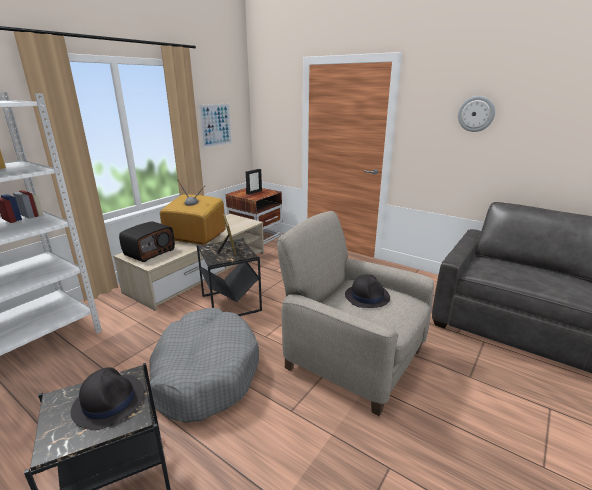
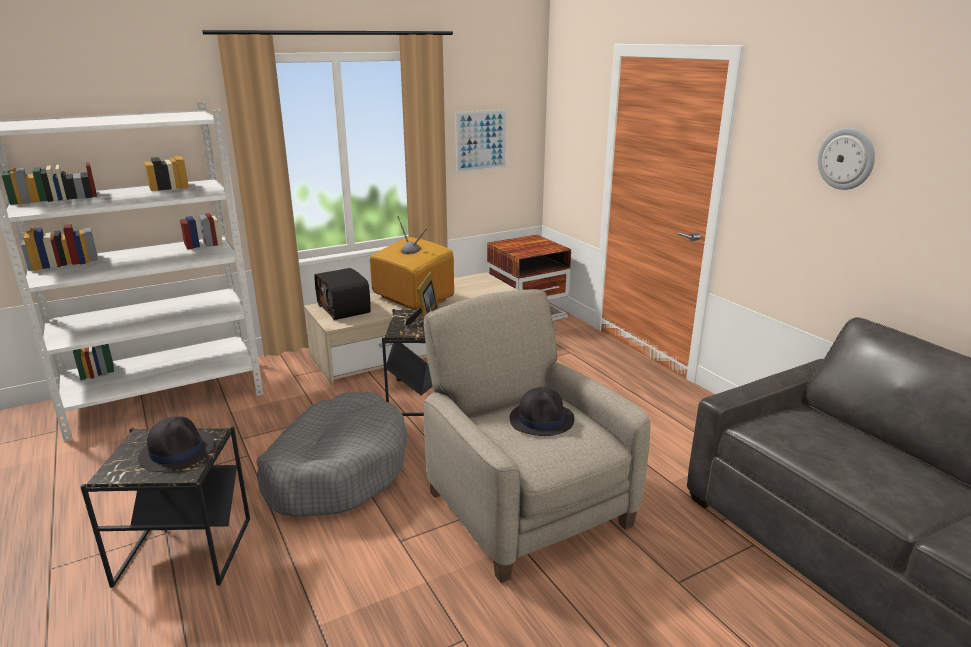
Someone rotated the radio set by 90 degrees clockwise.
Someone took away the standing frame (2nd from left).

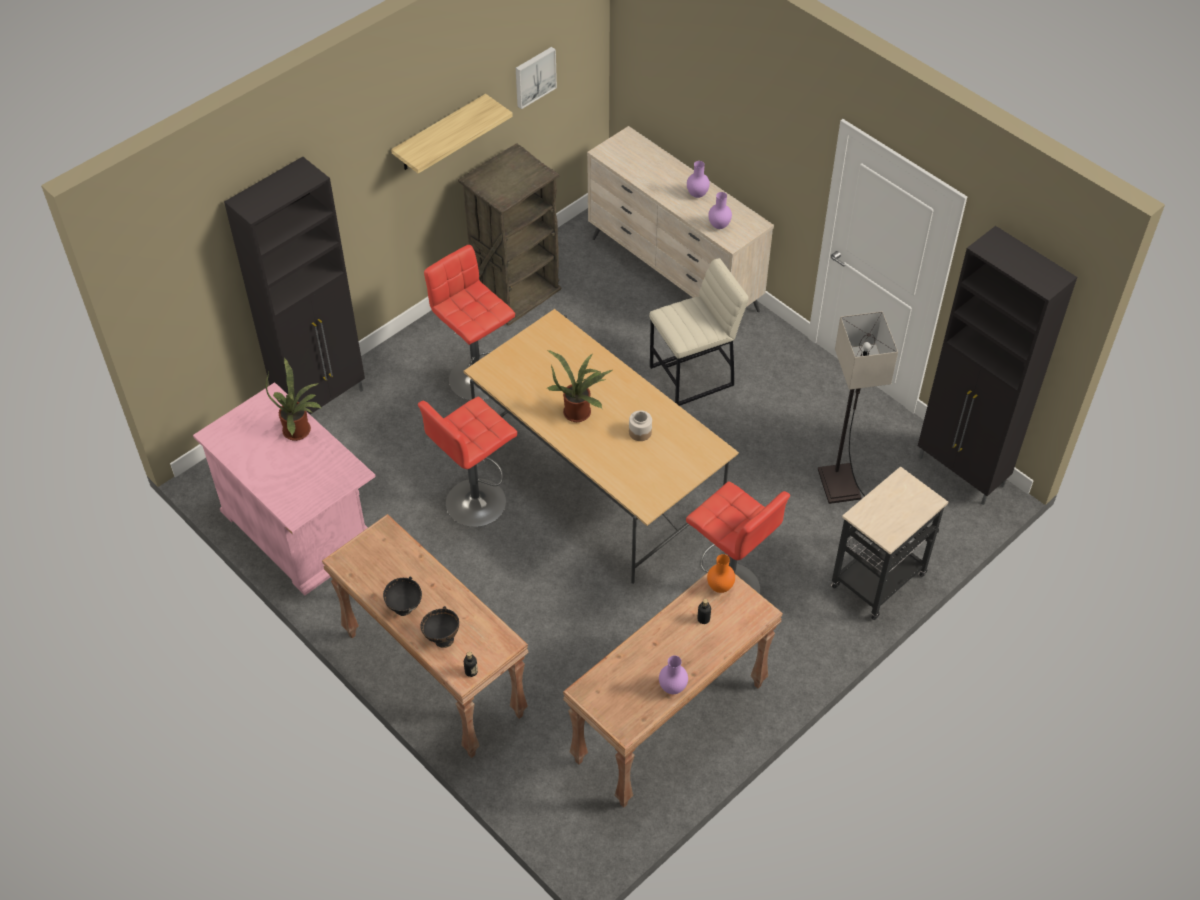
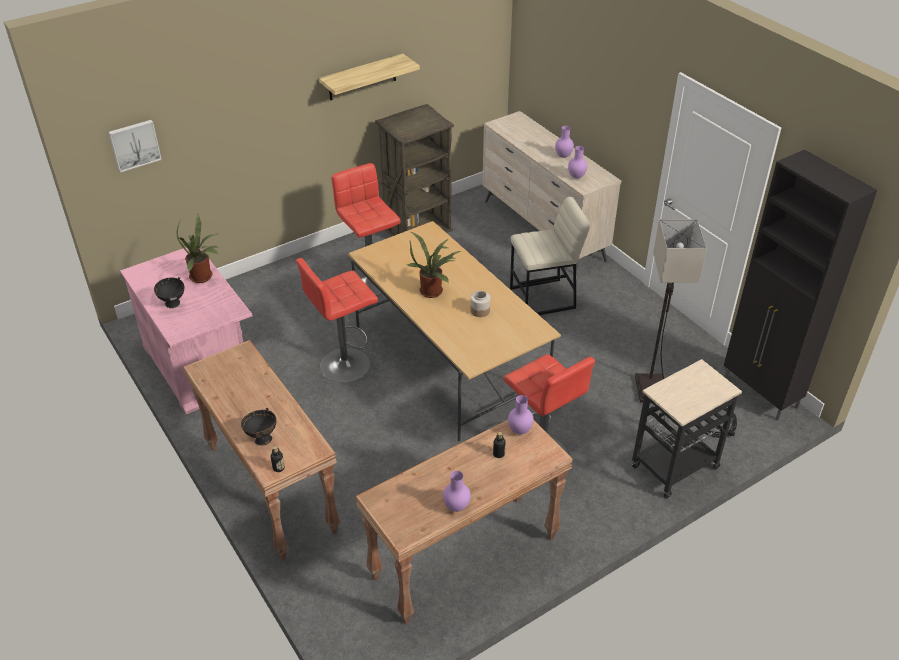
Someone carried the picture.
Someone carried the bowl (black-coloured) (1st from left).
Someone repainted the flower vase (orange), which became the flower vase (purple-coloured) (2nd from left).
Someone took away the storage cabinet (black-coloured) (1st from left).

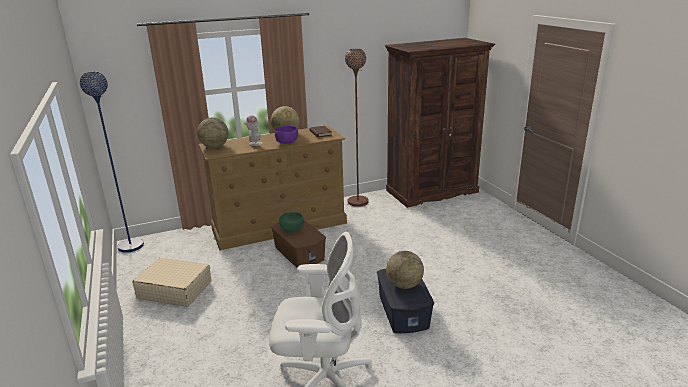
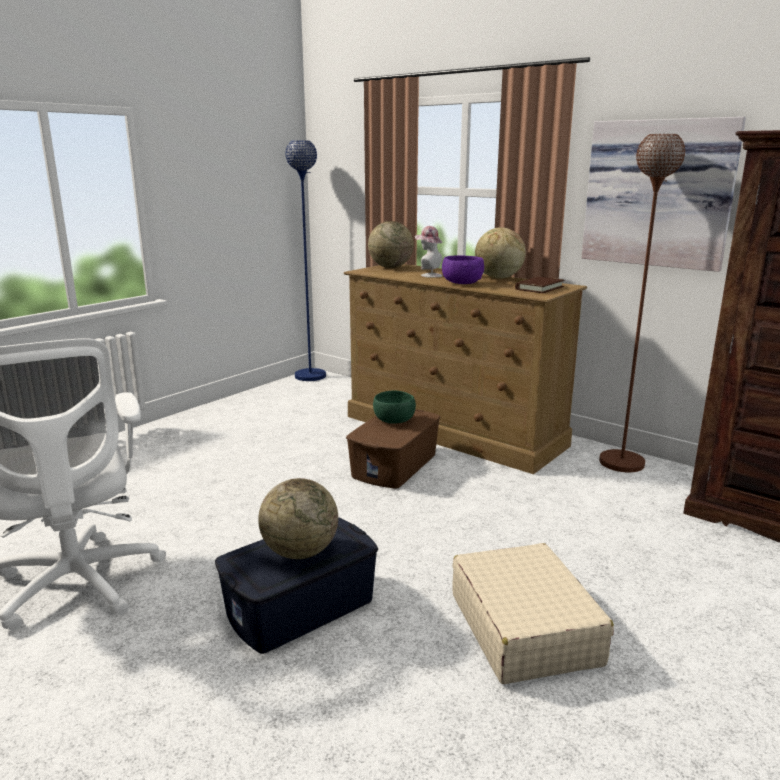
Someone carried the piece of luggage (beige).
Someone put up the picture.

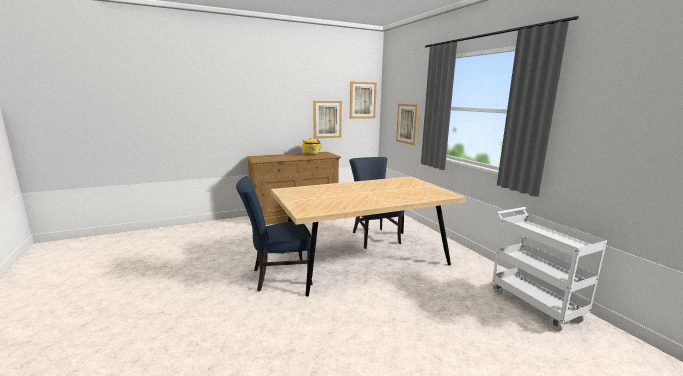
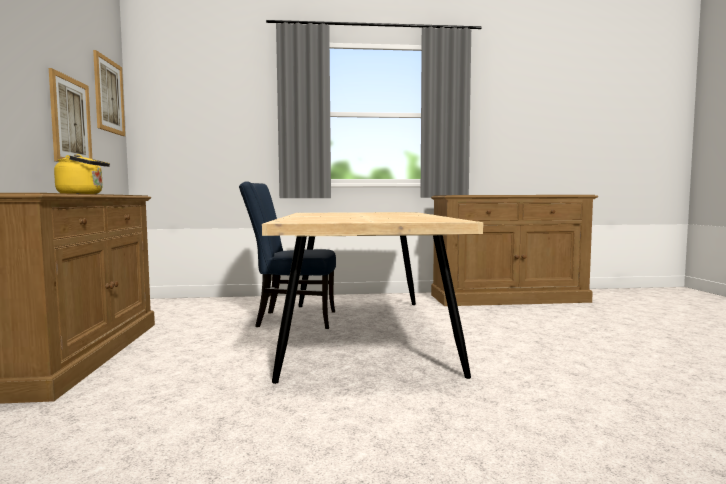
Someone swapped the trolley (white-coloured) for the storage cabinet (brown-coloured) (2nd from left).
Someone took away the plain chair (bluish) (1st from left).
Someone took away the picture (3rd from left).

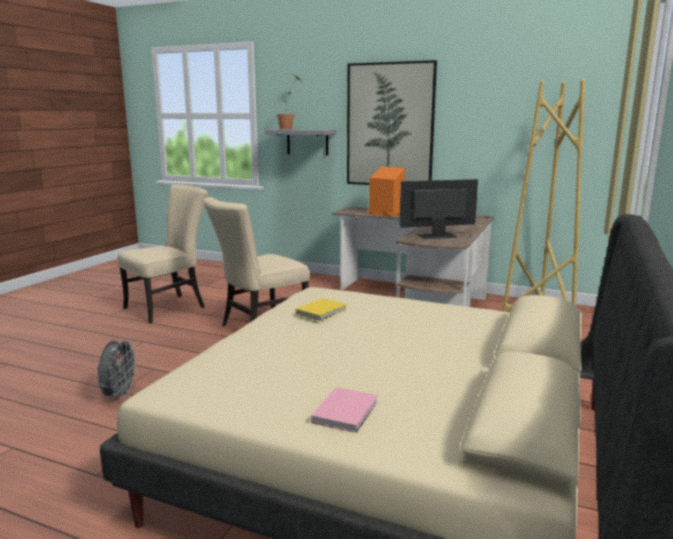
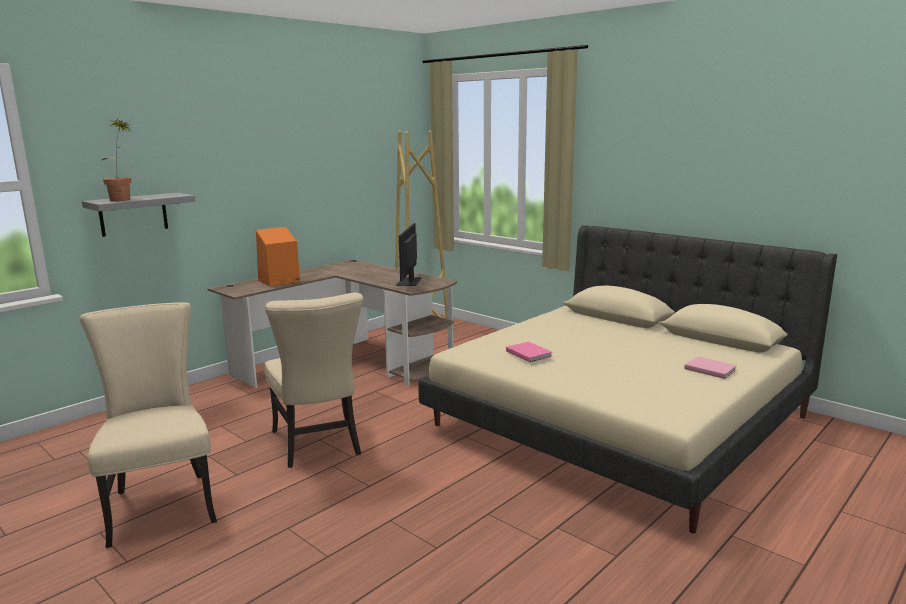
Someone repainted the book (yellow-coloured), which became the book (pink-coloured) (1st from left).
Someone took away the fan (gray).
Someone took away the picture.

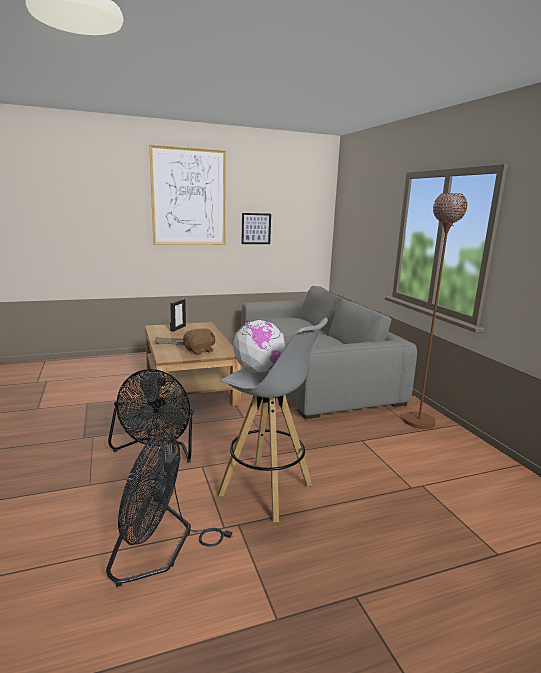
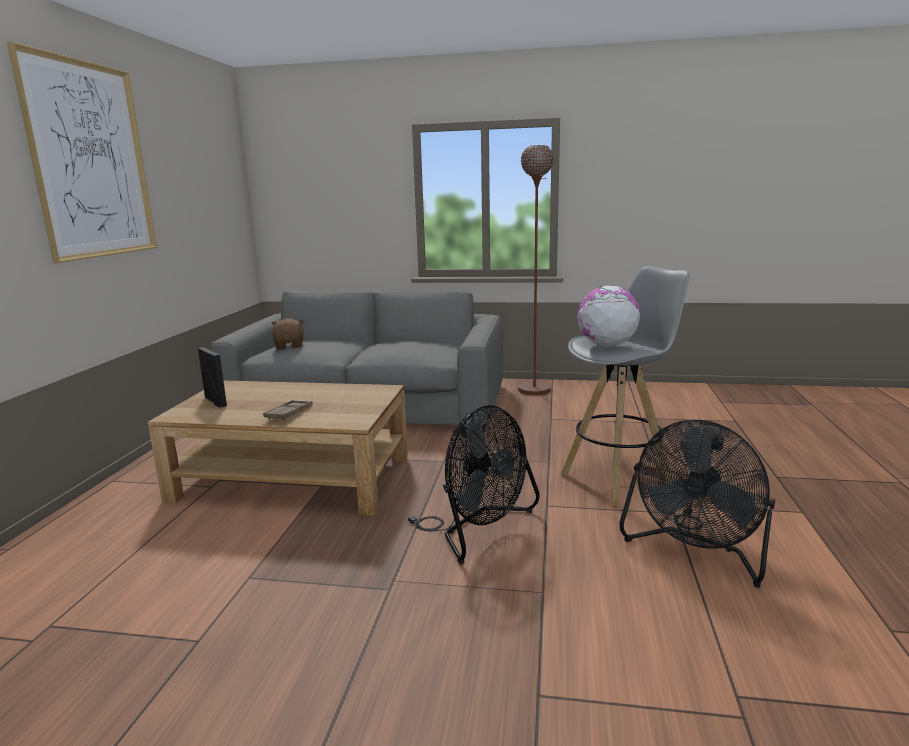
Someone carried the cuddly toy (brown-coloured).
Someone took away the picture (2nd from left).

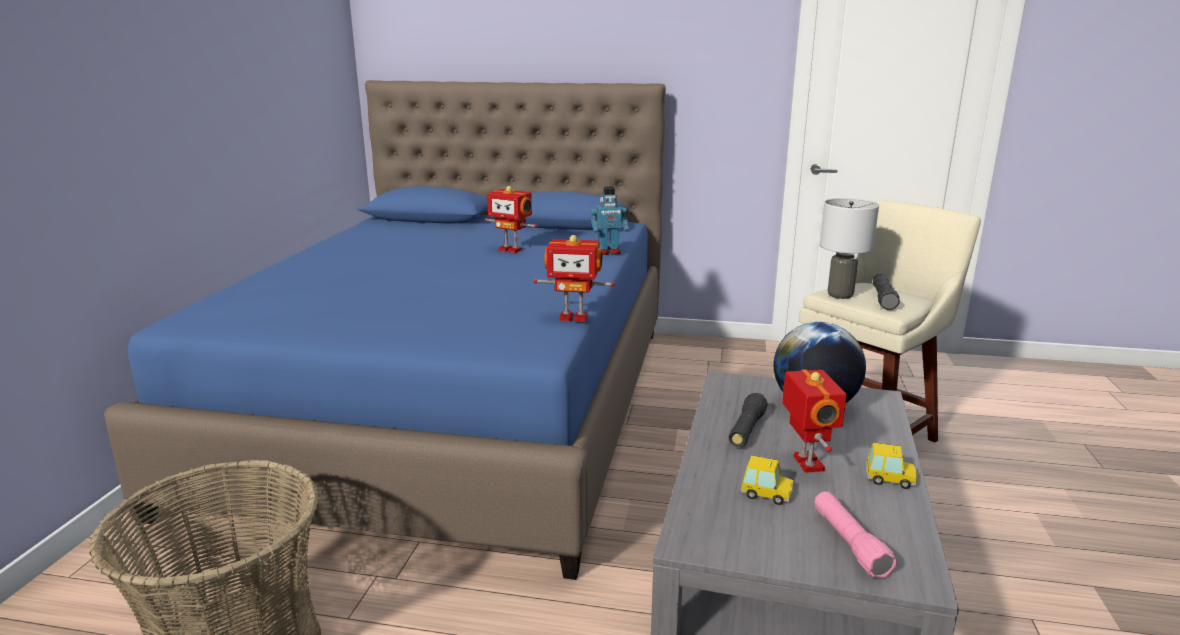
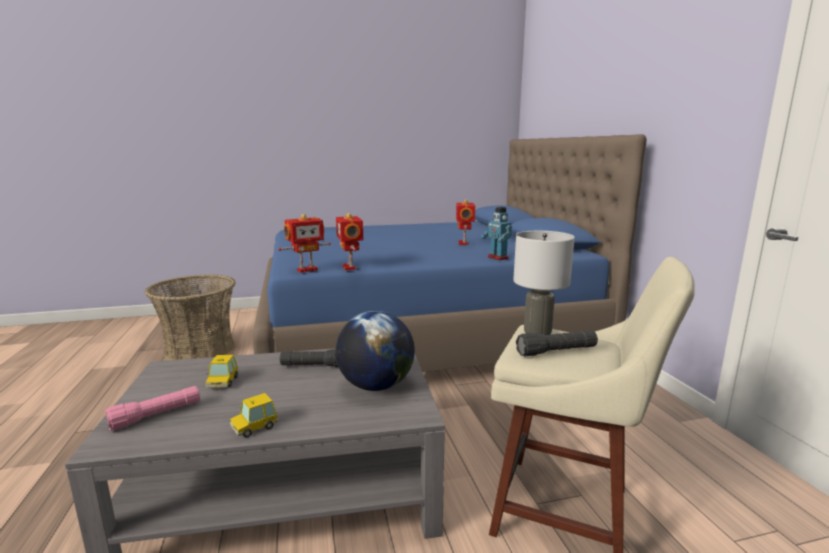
Someone rotated the toy car (2nd from left) by 60 degrees clockwise.
Someone carried the toy robot (4th from left in the first image).

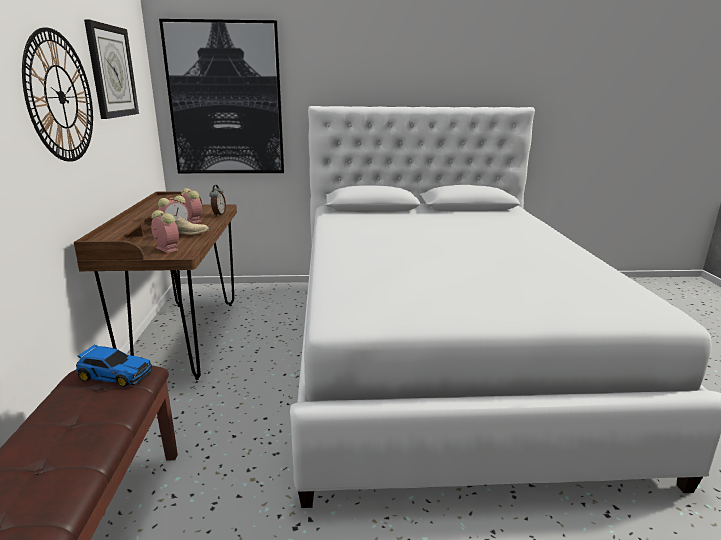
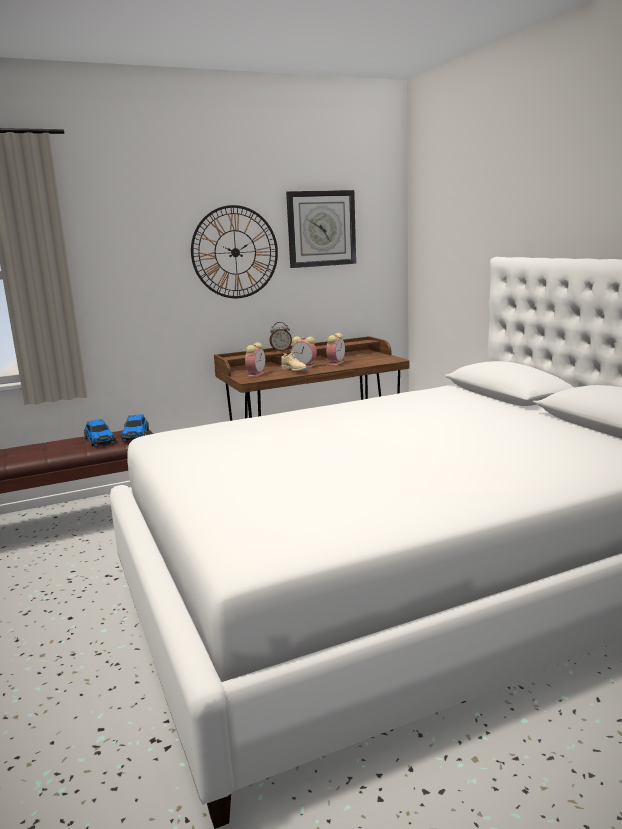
Someone put down the toy car (1st from left).
Someone carried the table clock (4th from left in the first image).
Someone took away the picture.

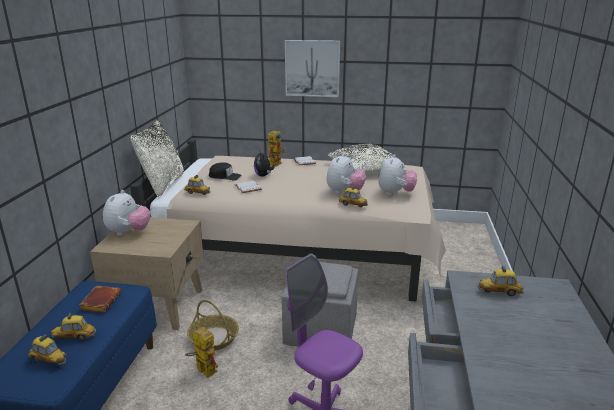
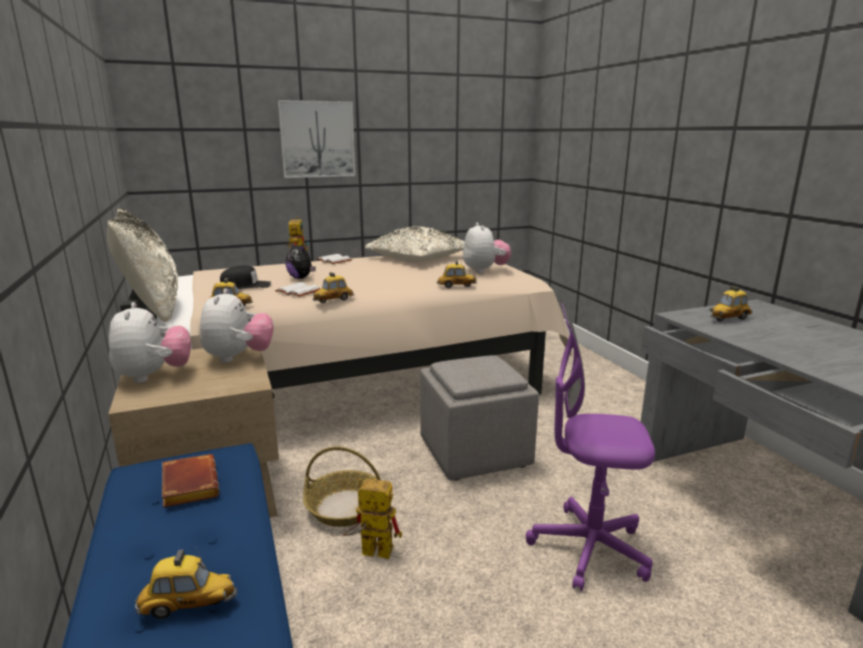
Someone carried the cuddly toy (3rd from left in the first image).
Someone carried the toy car (2nd from left in the first image).

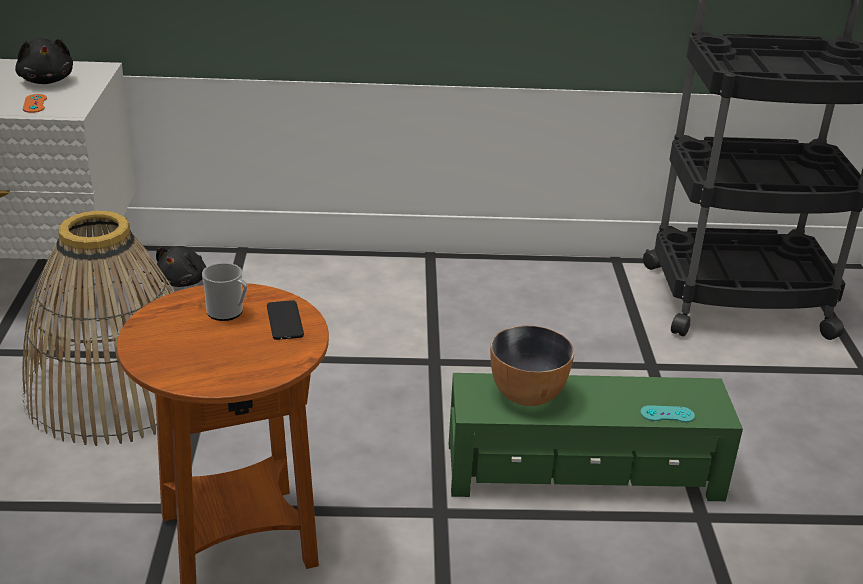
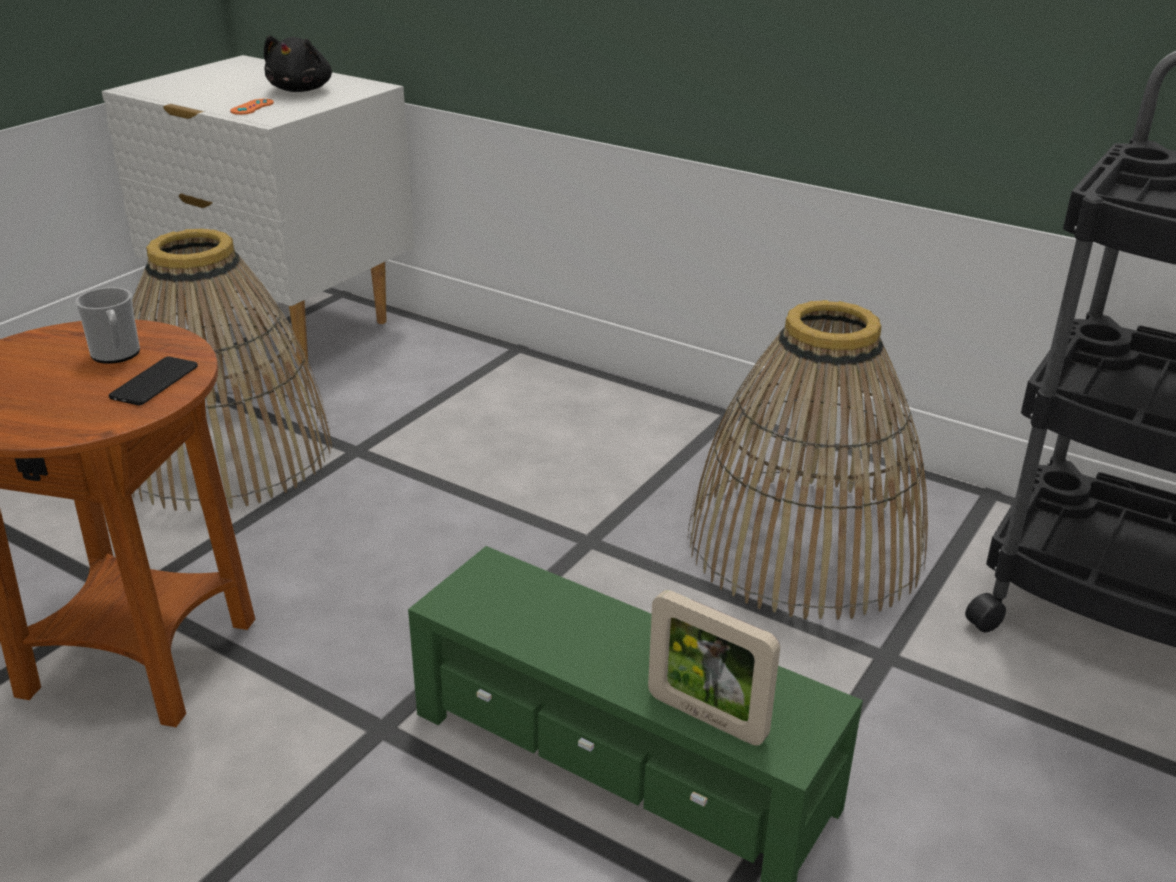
Someone swapped the joypad (blue-green) for the standing frame.
Someone put down the basket (2nd from left).
Someone took away the cuddly toy (black-coloured) (2nd from left).
Someone took away the bowl.

